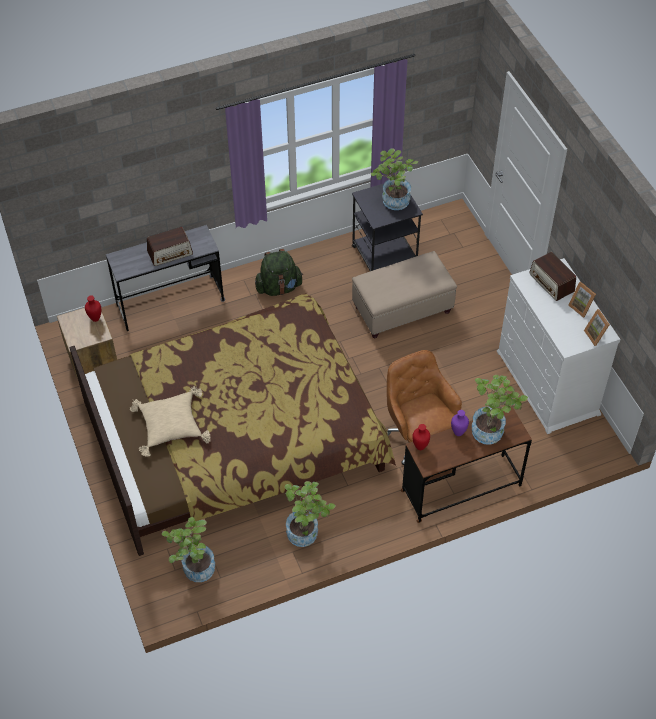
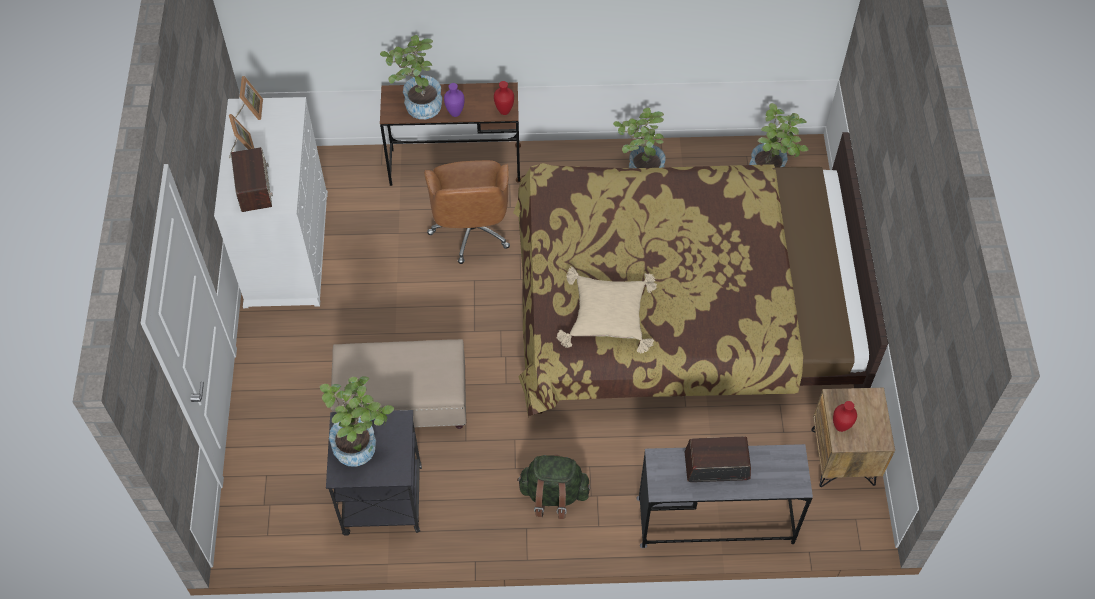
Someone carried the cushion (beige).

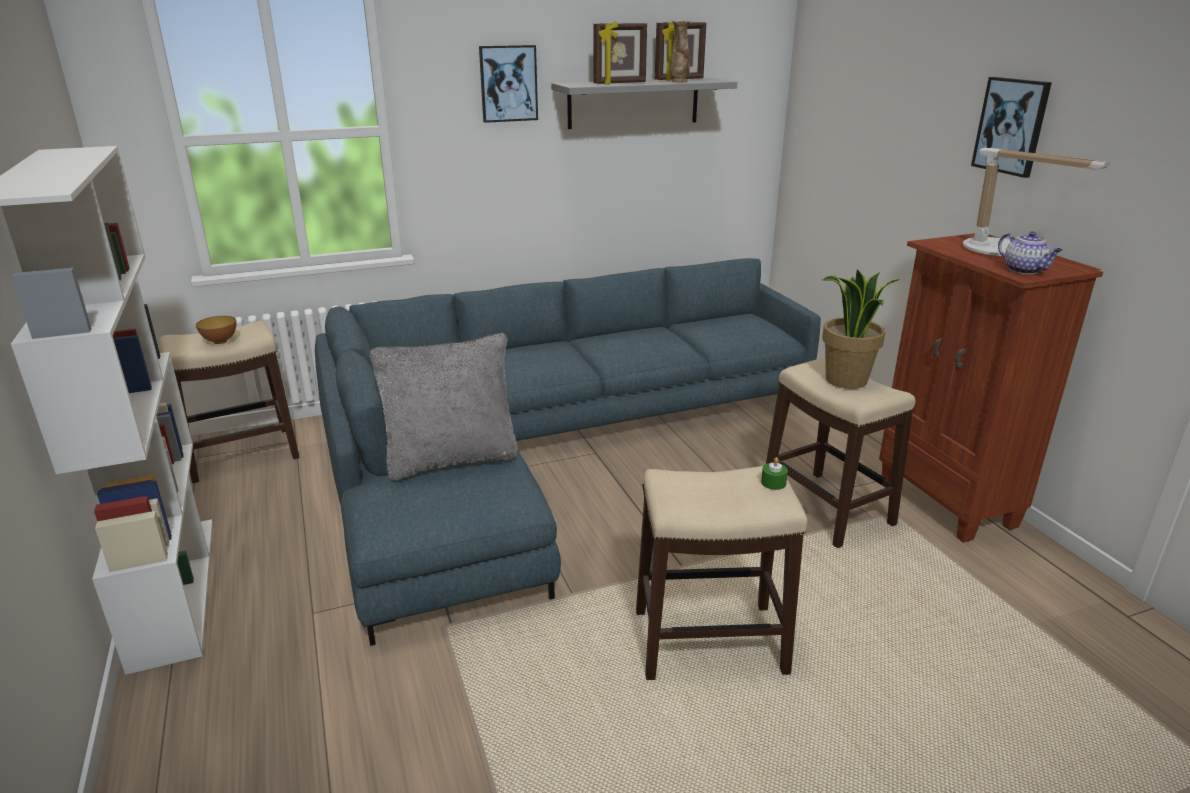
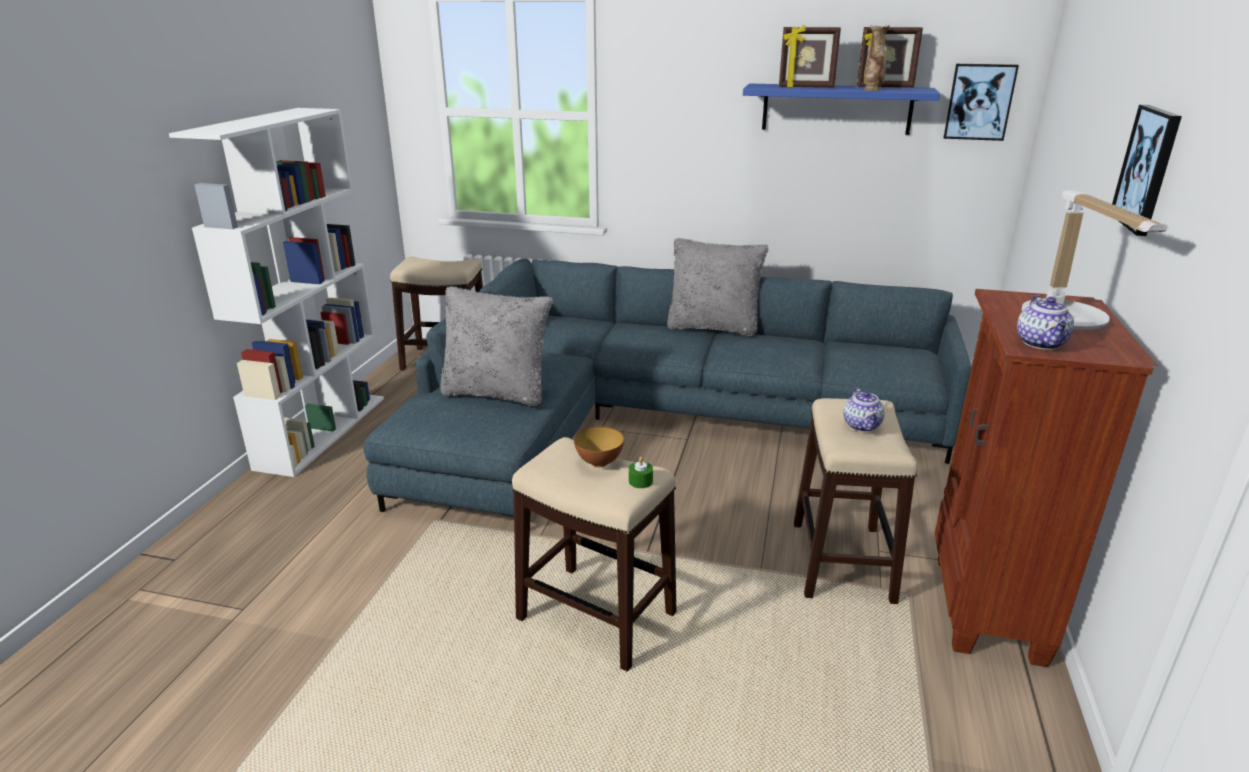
Someone carried the bowl.
Someone put down the cushion (gray) (2nd from left).
Someone repainted the shelf (gray), which became the shelf (bluish).
Someone swapped the potted plant for the pot for tea (1st from left).
Someone carried the picture (1st from left).

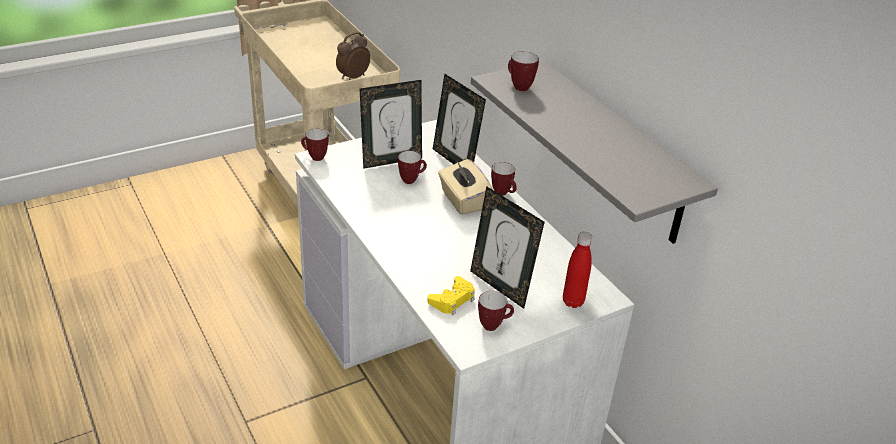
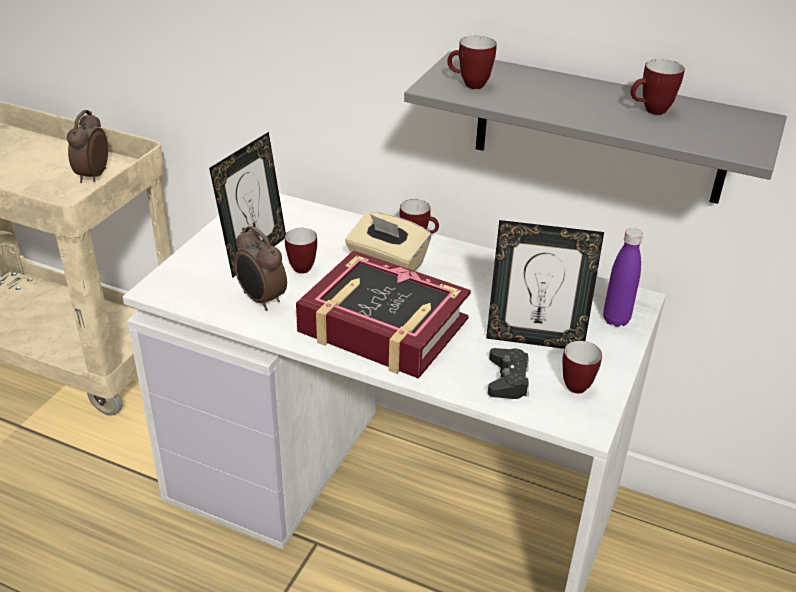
Someone put down the table clock (2nd from left).
Someone put down the book.
Someone repainted the joypad (yellow-coloured), which became the joypad (black-coloured).
Someone repainted the bottle (red), which became the bottle (purple-coloured).
Someone carried the tea mug (1st from left in the first image).
Someone took away the standing frame (2nd from left).

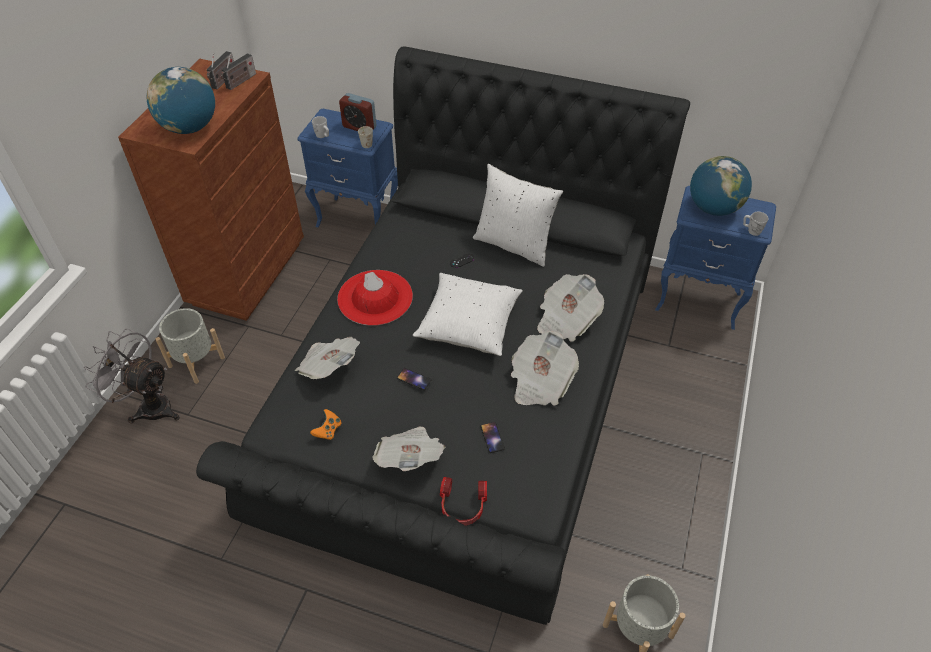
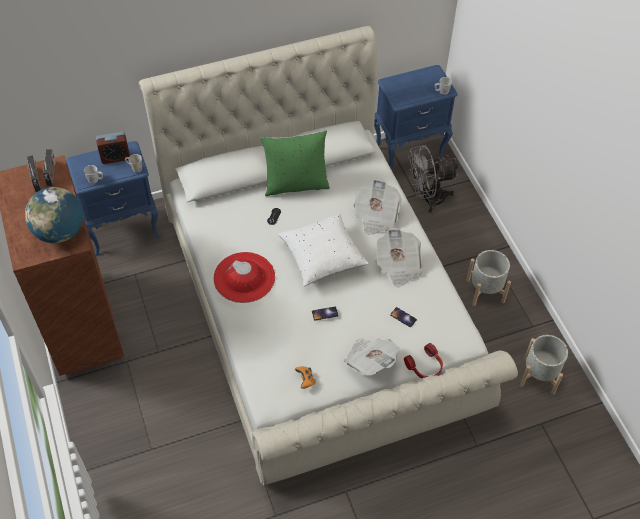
Someone repainted the bedroom bed (black-coloured), which became the bedroom bed (beige).
Someone repainted the cushion (white-coloured) (2nd from left), which became the cushion (green).
Someone carried the fan (gray).
Someone carried the flower pot (gray) (1st from left).
Someone took away the daily paper (1st from left).
Someone took away the globe (2nd from left).

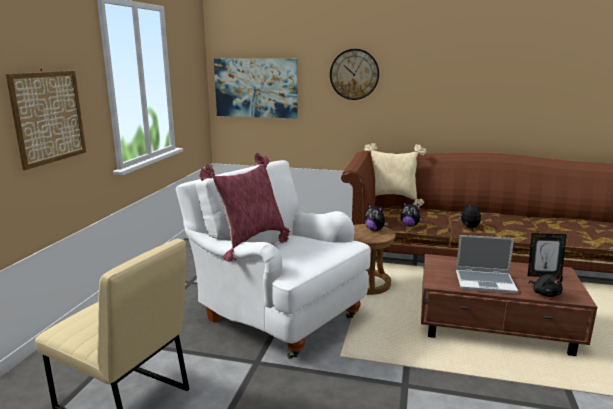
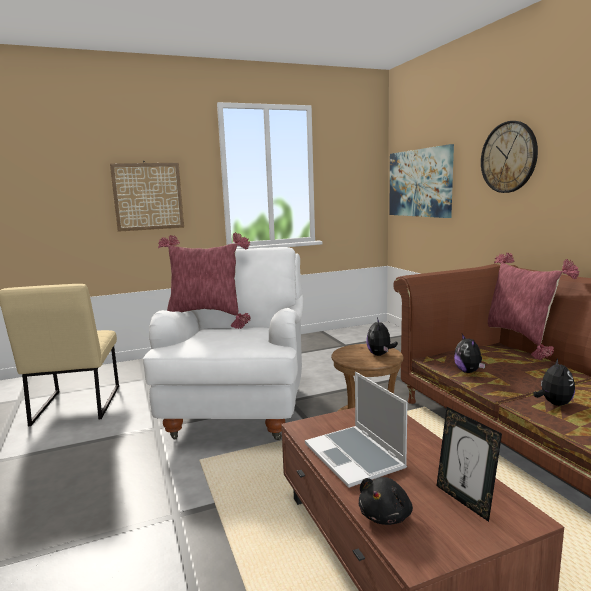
Someone repainted the cushion (beige), which became the cushion (red) (2nd from left).

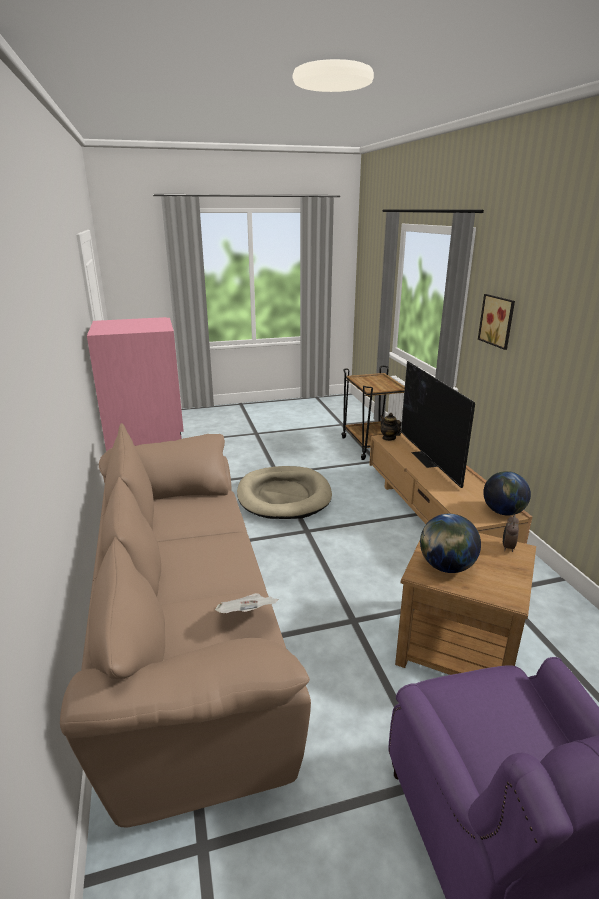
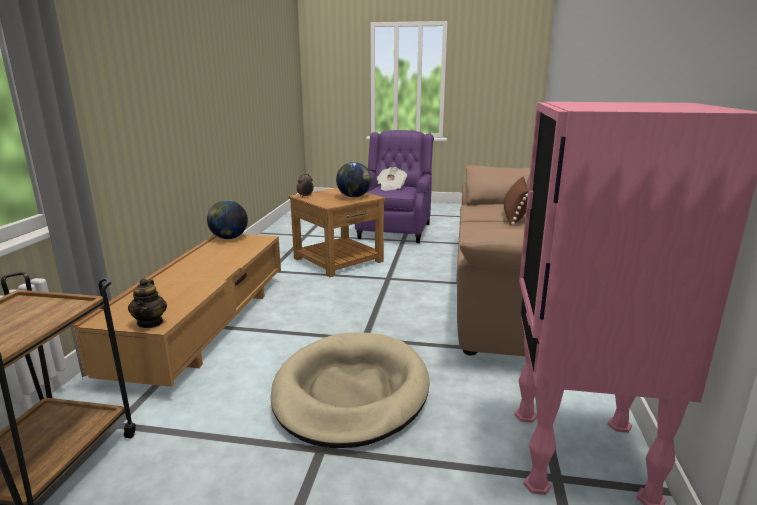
Someone carried the daily paper.
Someone put down the cushion (brown-coloured).
Someone took away the TV set.
Someone took away the picture.

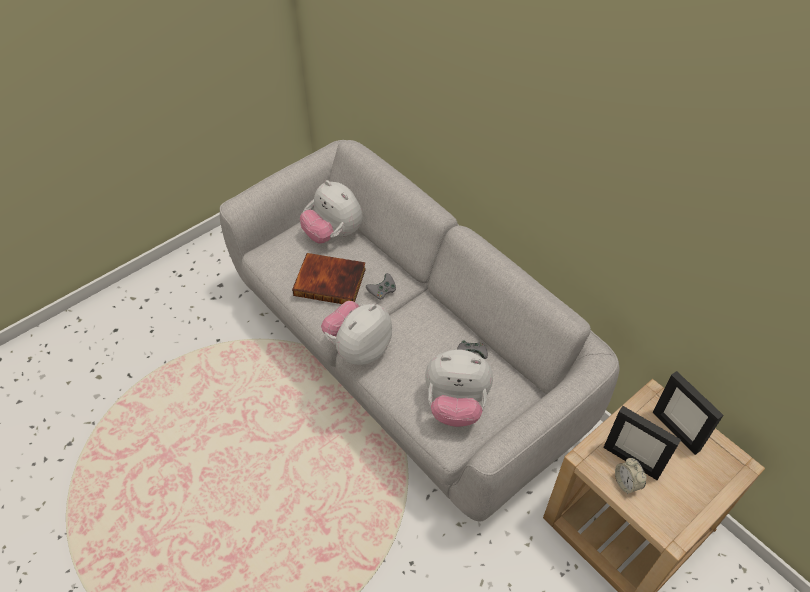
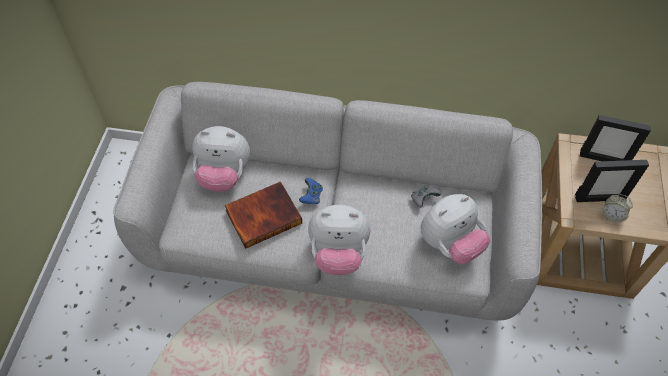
Someone repainted the joypad (gray) (1st from left), which became the joypad (bluish).
Someone rotated the cuddly toy (2nd from left) by 90 degrees counterclockwise.

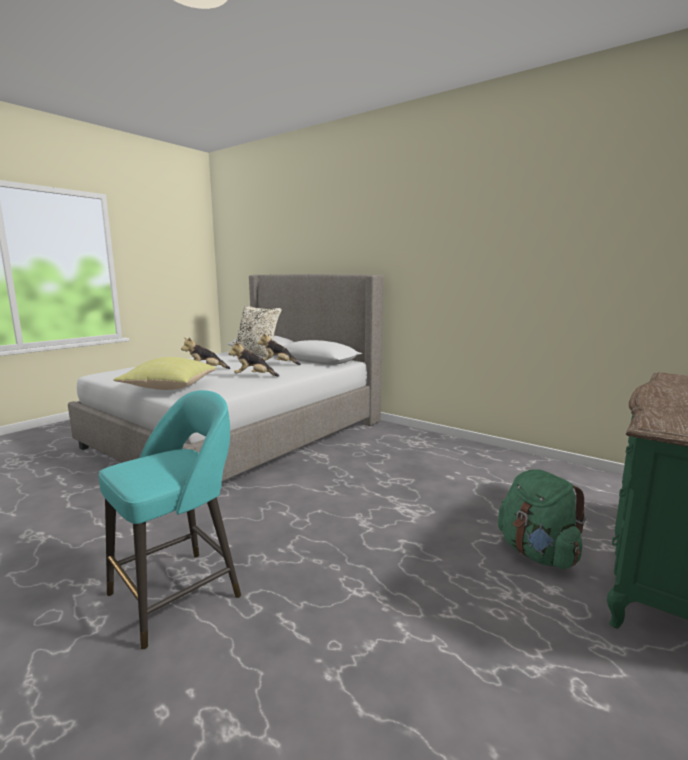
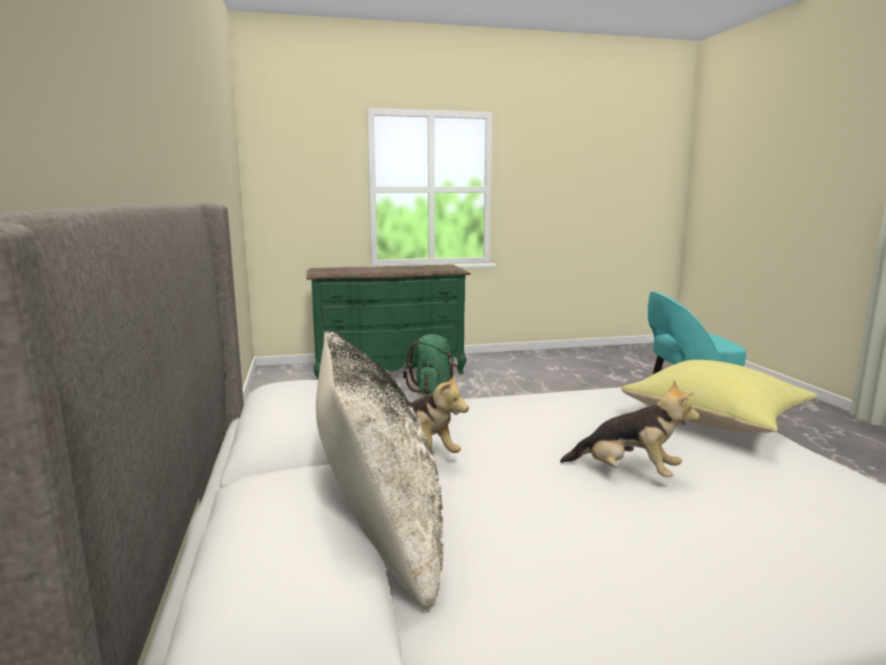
Someone took away the cuddly toy (2nd from left).

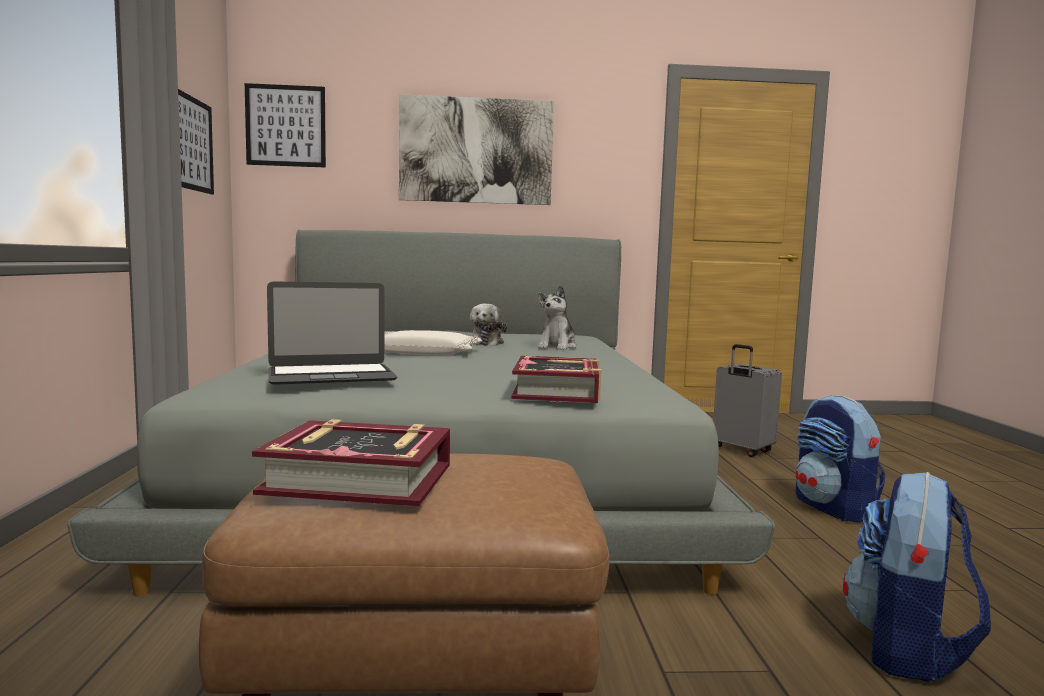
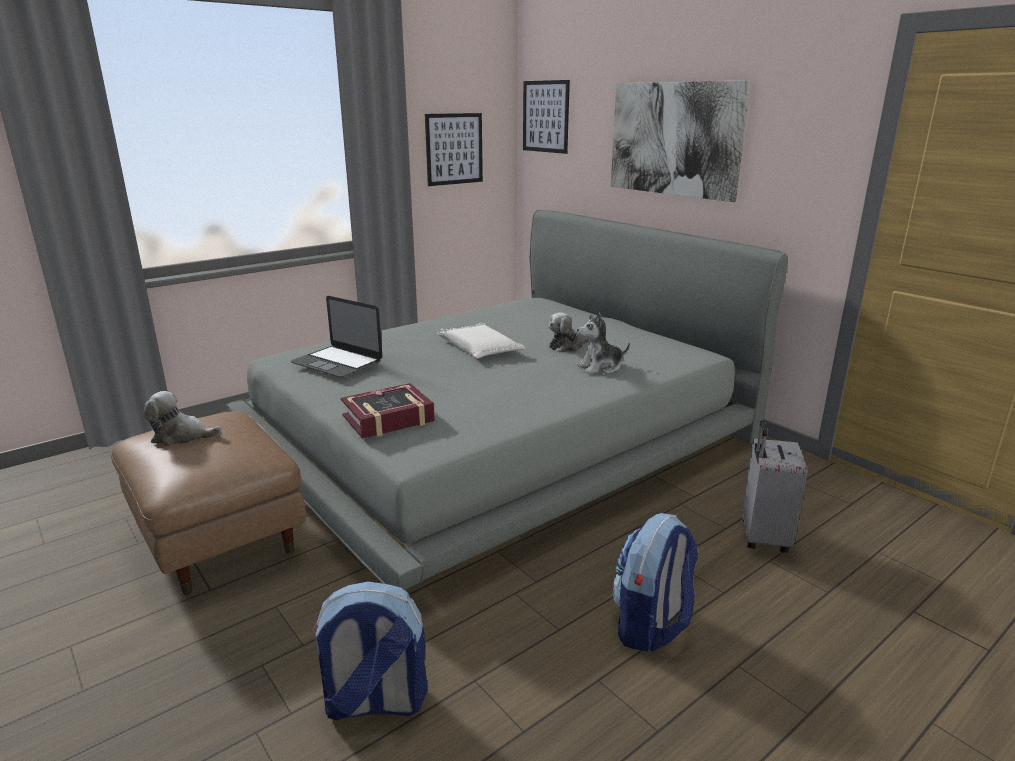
Someone swapped the book (1st from left) for the cuddly toy (1st from left).

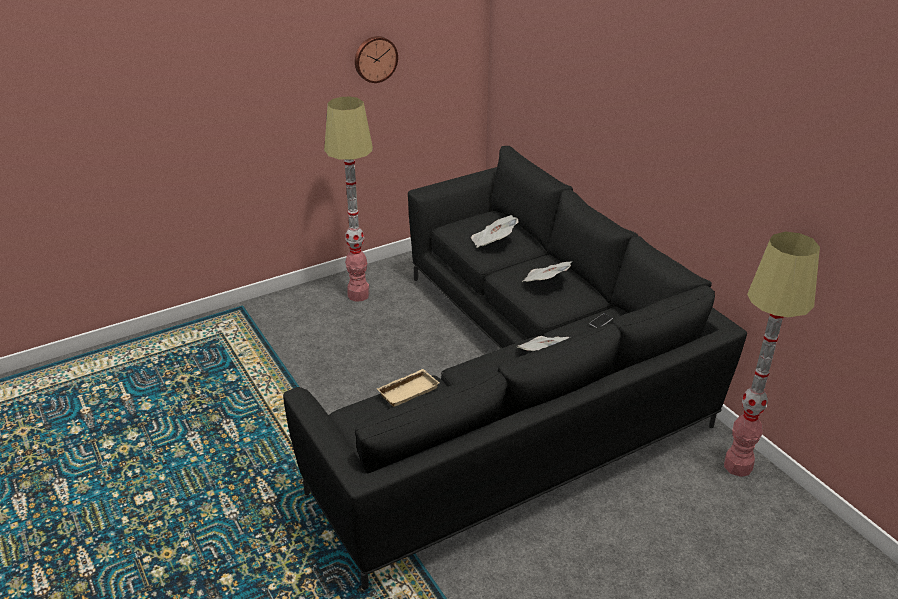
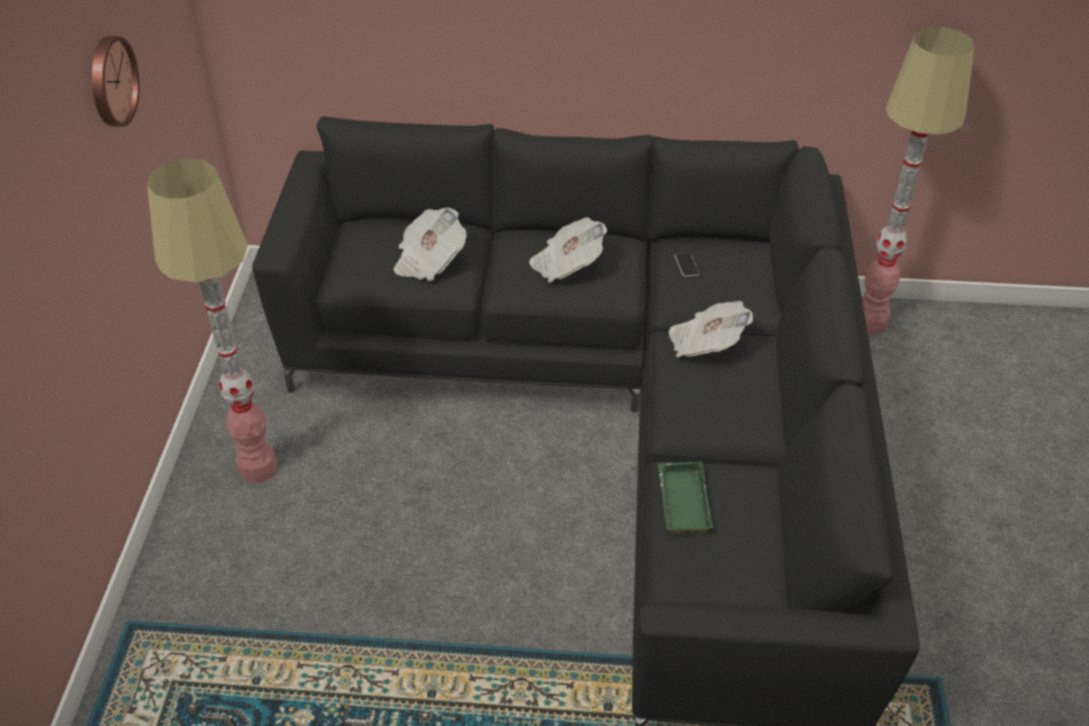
Someone repainted the tray (beige), which became the tray (green).

